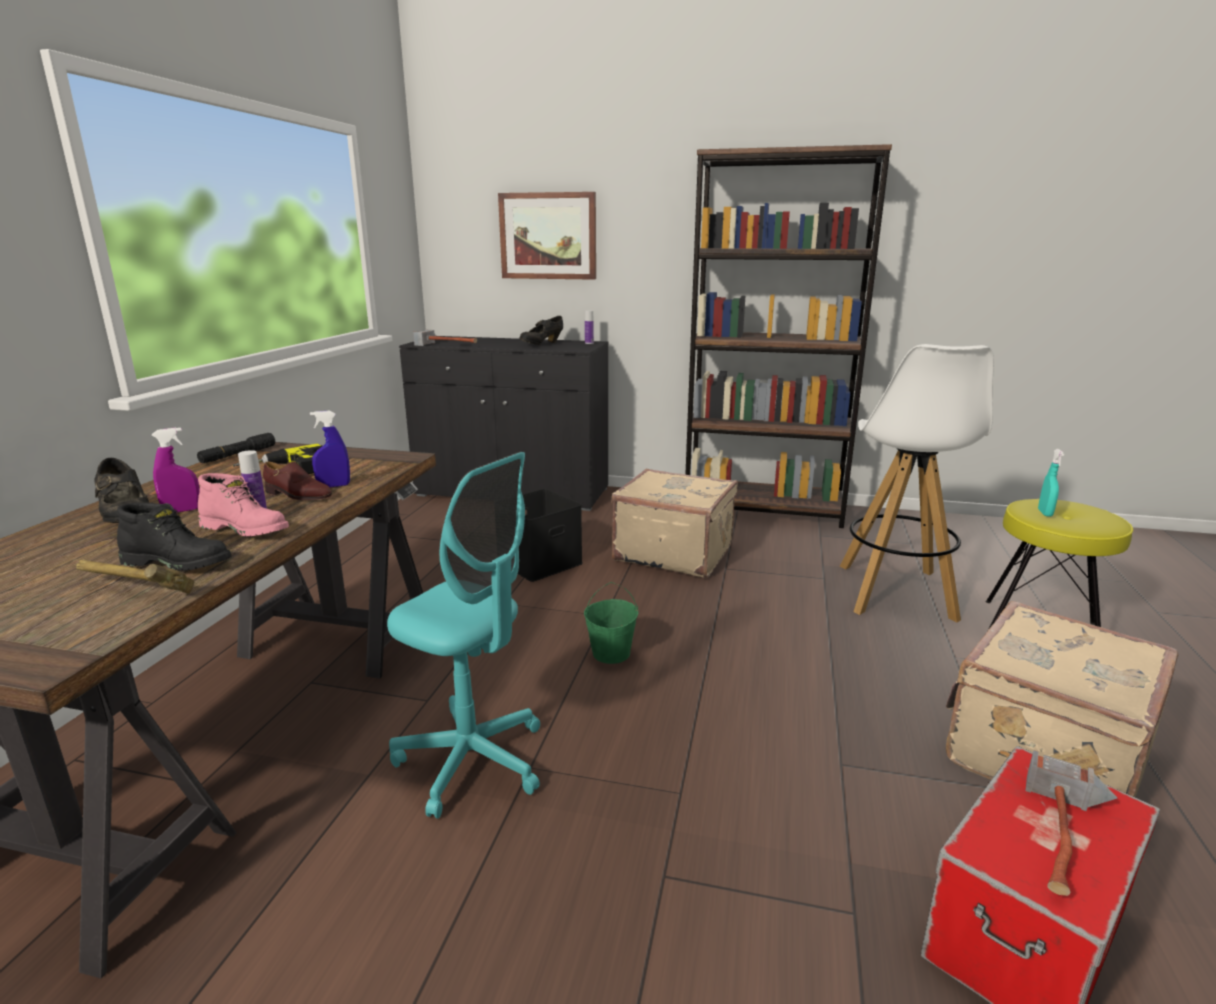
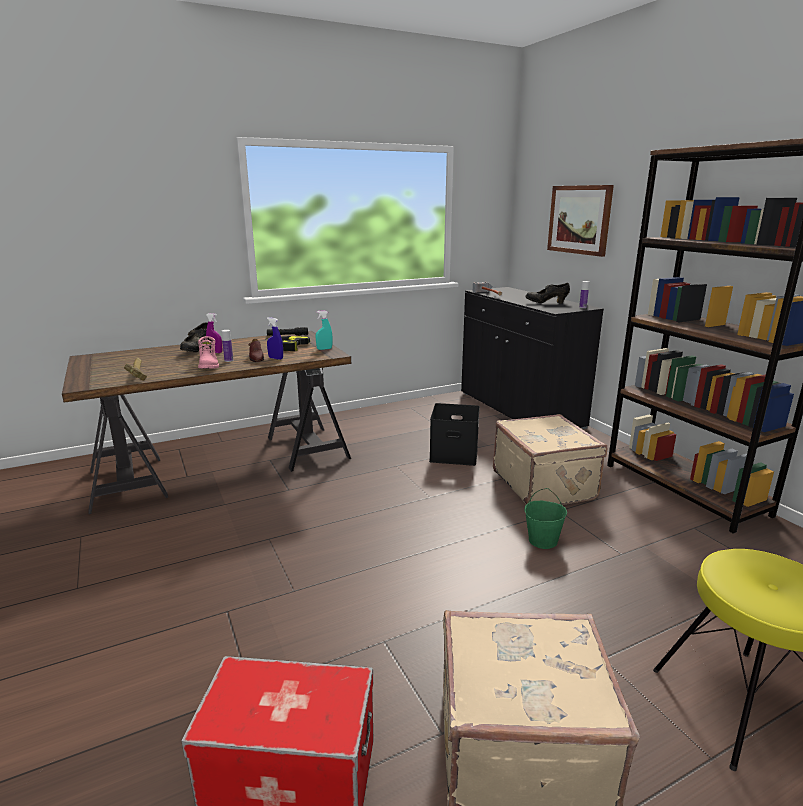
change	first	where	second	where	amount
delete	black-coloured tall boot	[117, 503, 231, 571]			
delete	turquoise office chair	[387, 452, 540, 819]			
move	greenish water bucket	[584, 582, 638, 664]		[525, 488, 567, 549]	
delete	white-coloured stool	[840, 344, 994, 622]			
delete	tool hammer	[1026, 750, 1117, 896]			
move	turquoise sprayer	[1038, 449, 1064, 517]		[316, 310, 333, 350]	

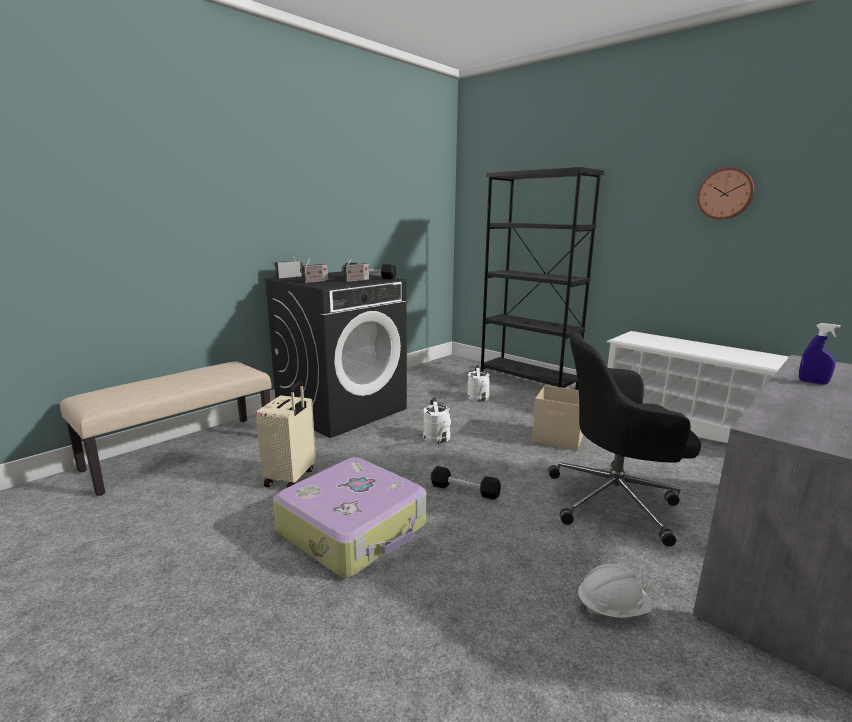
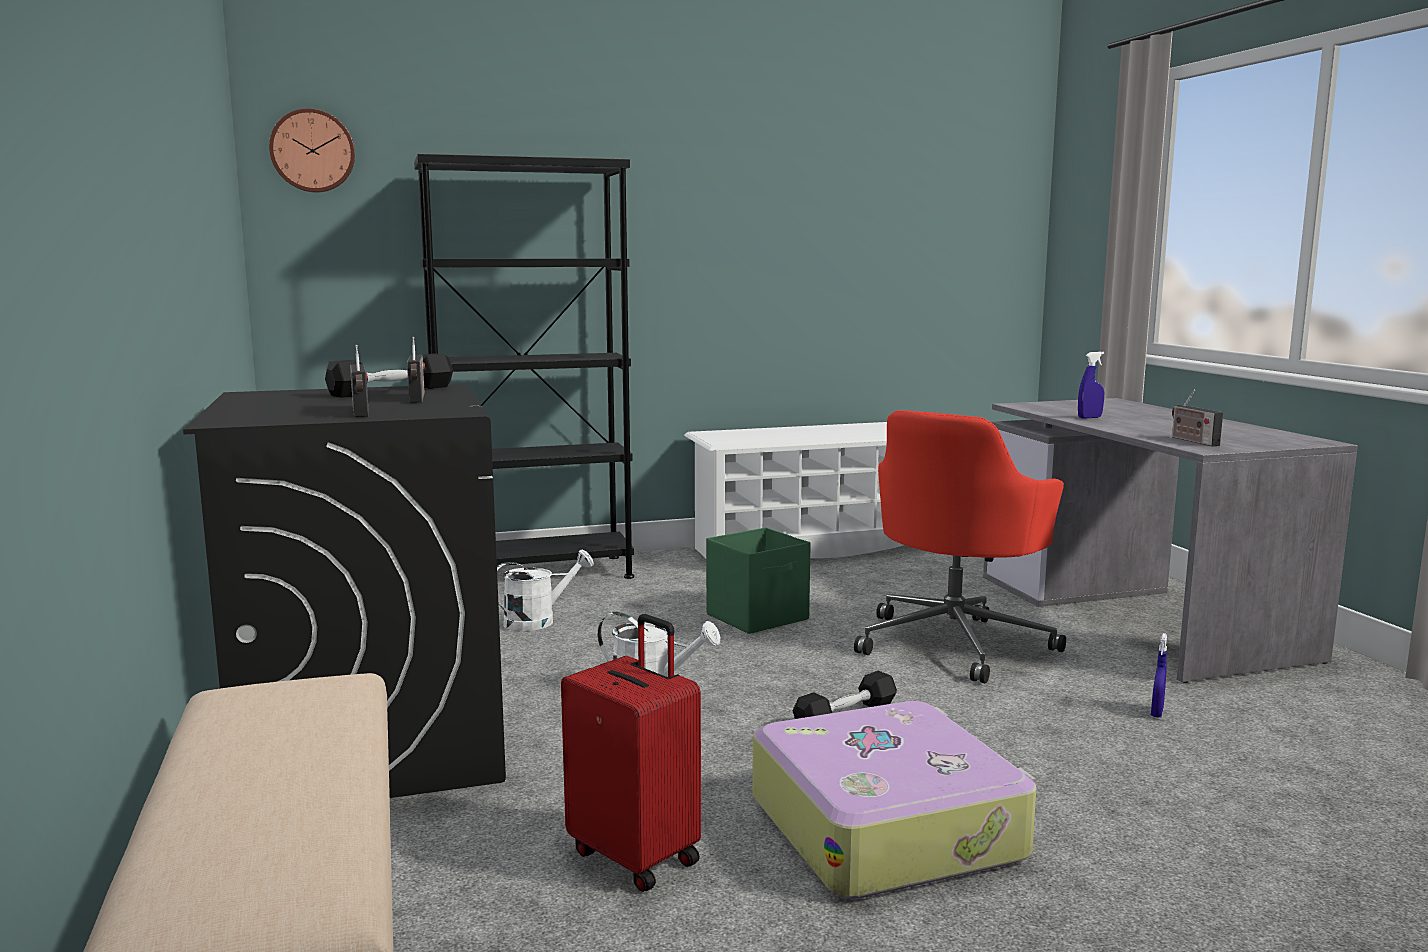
change	first	where	second	where	amount
recolor	beige suitcase	[256, 381, 316, 488]	reddish suitcase	[561, 614, 701, 892]	
move	radio receiver	[275, 253, 302, 279]		[1172, 390, 1223, 446]	
rotate	white-coloured sprinkling can	[467, 365, 490, 402]		[497, 550, 594, 631]	60 degrees counterclockwise
recolor	beige storage box	[532, 385, 584, 451]	greenish storage box	[706, 527, 811, 634]	
recolor	black-coloured office chair	[548, 331, 701, 547]	reddish office chair	[854, 410, 1066, 684]	
replace	white-coloured safety helmet	[577, 564, 652, 618]	blue sprayer	[1151, 633, 1167, 718]	
move	clock on the wall	[697, 167, 755, 220]		[269, 108, 355, 193]	

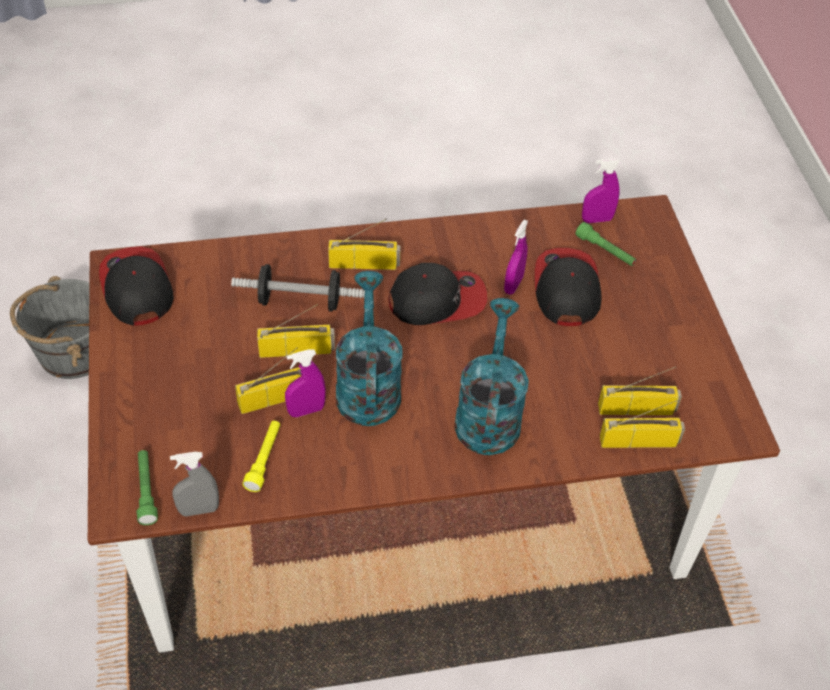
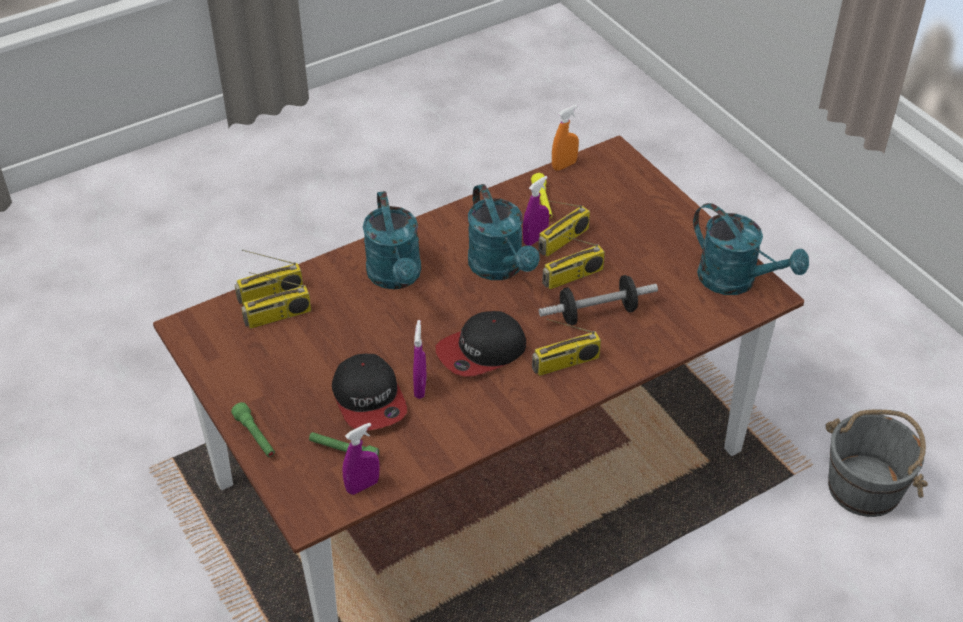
change	first	where	second	where	amount
replace	cap	[99, 246, 174, 326]	turquoise sprinkling can	[693, 203, 809, 295]	
move	greenish hand torch	[136, 450, 158, 525]		[231, 402, 275, 457]	
recolor	greyish sprayer	[170, 452, 219, 516]	orange-coloured sprayer	[552, 104, 579, 171]	

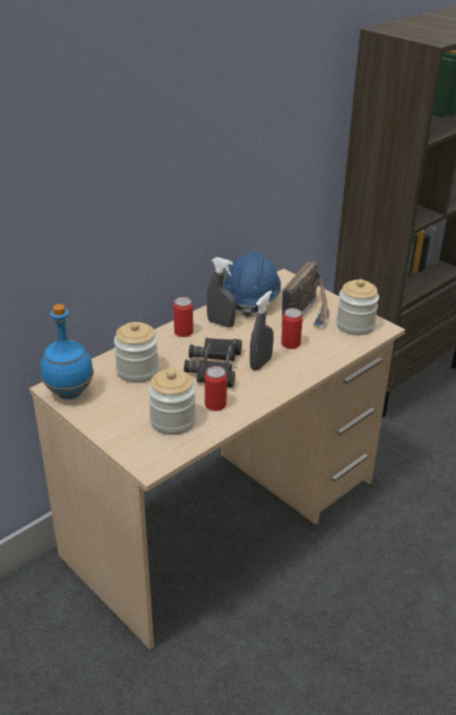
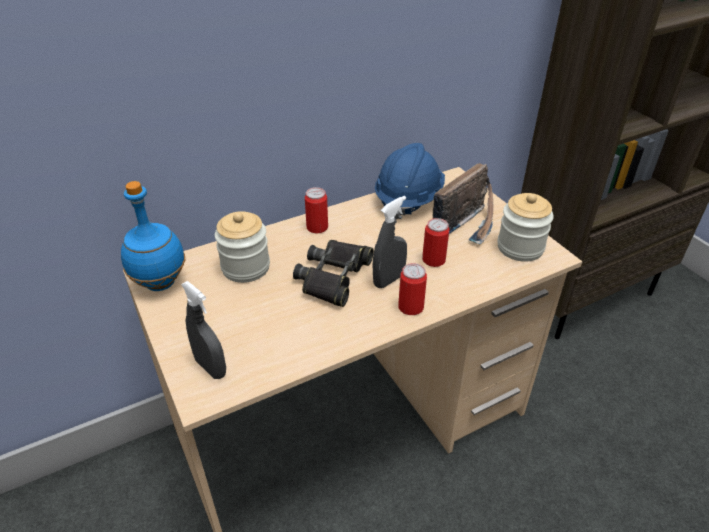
change	first	where	second	where	amount
delete	jar	[148, 369, 196, 435]			
move	sealed can	[205, 366, 227, 411]		[398, 263, 427, 315]	
move	greyish sprayer	[206, 257, 236, 327]		[181, 281, 226, 379]	

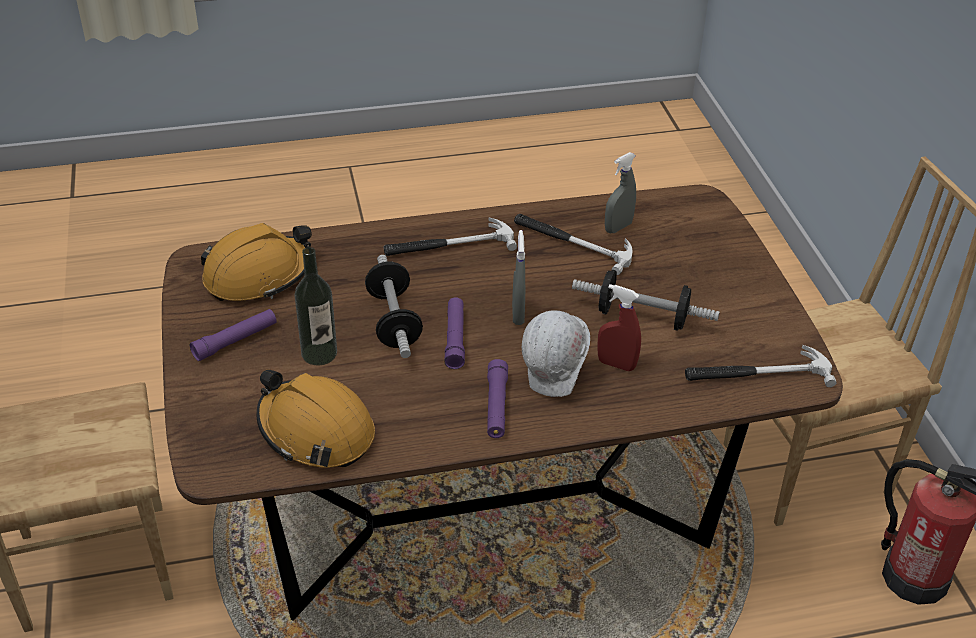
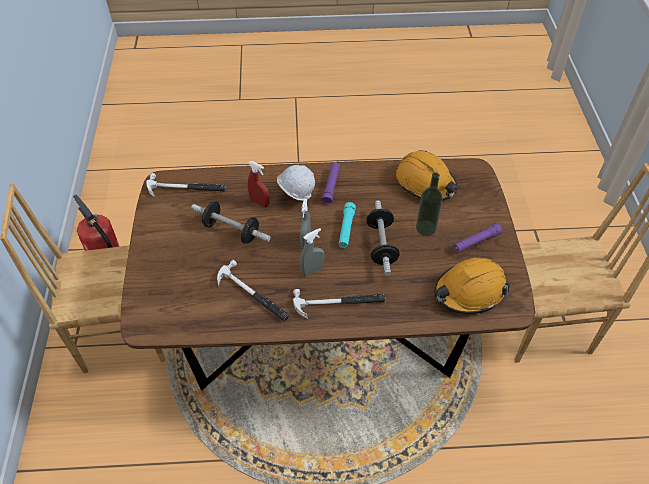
change	first	where	second	where	amount
recolor	purple-coloured hand torch	[444, 297, 465, 369]	turquoise hand torch	[339, 202, 356, 248]	
move	greyish sprayer	[605, 152, 636, 233]		[300, 228, 324, 276]	

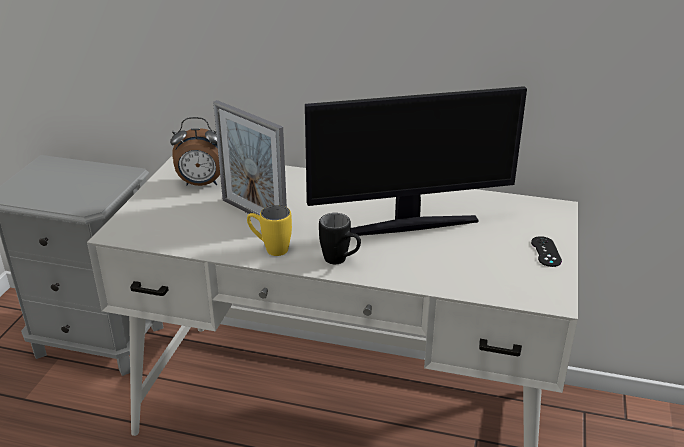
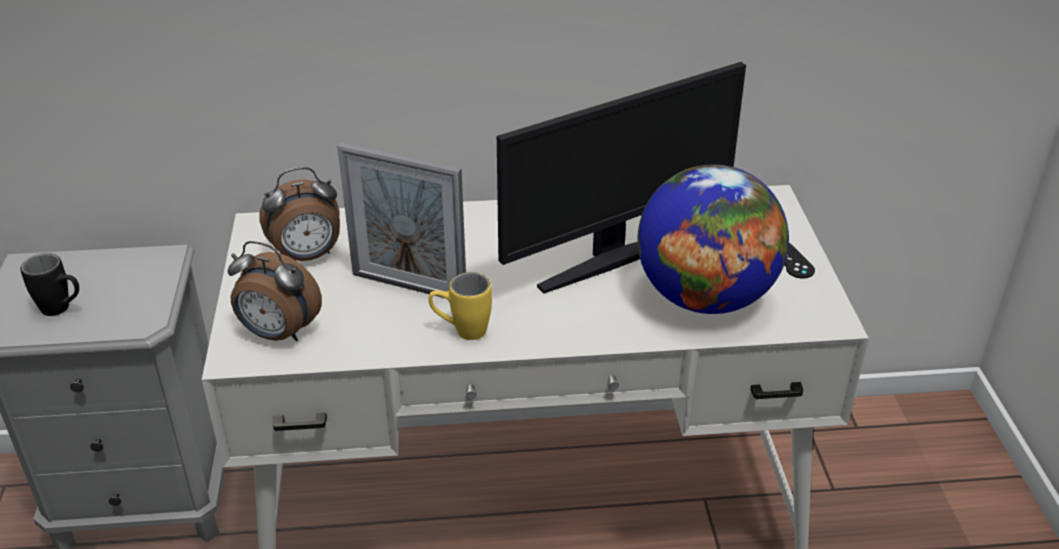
change	first	where	second	where	amount
move	black-coloured tea mug	[319, 213, 361, 264]		[21, 253, 79, 316]	
insert			bedside clock	[228, 241, 322, 341]	
insert			globe	[637, 164, 789, 314]	

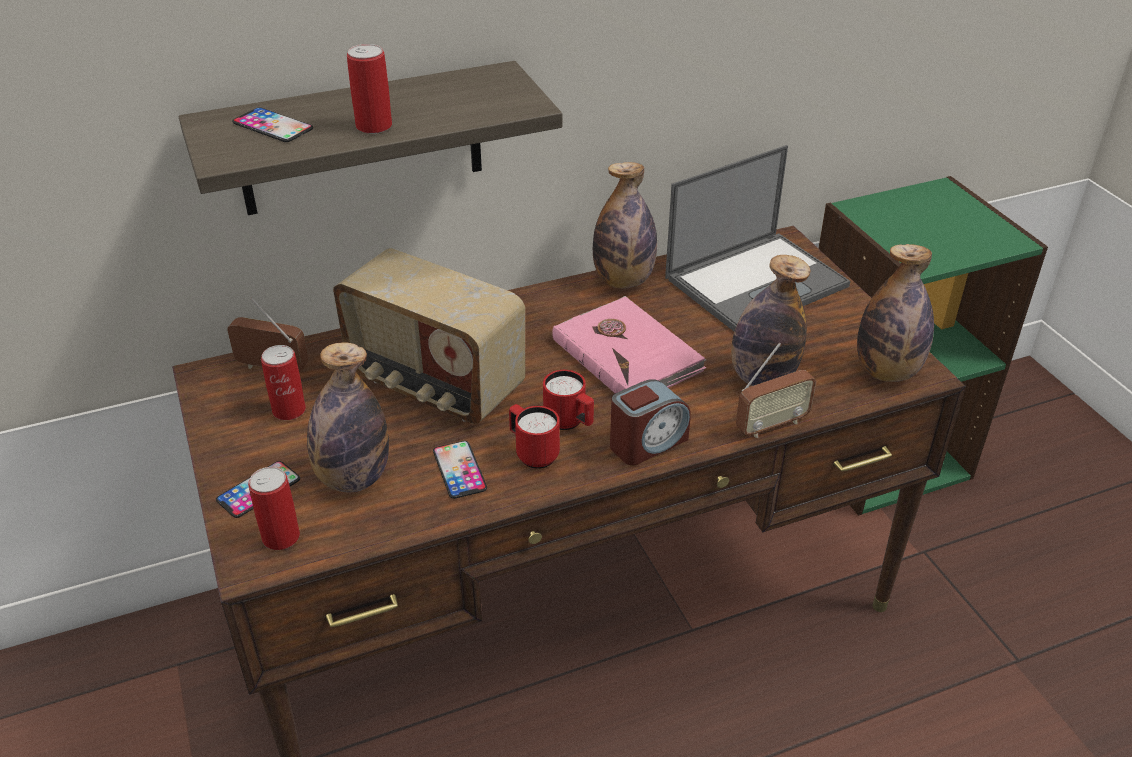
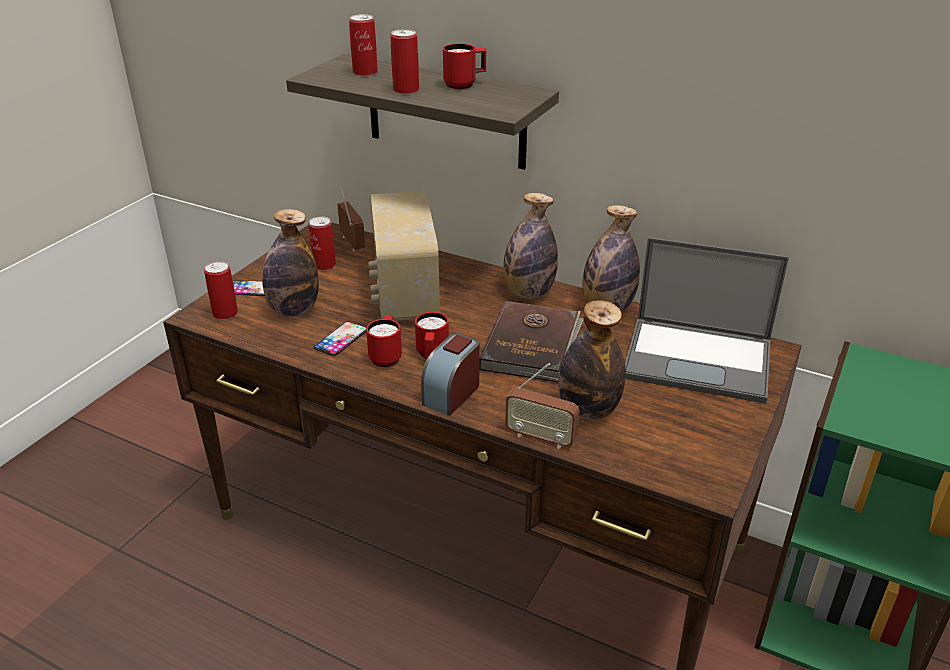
change	first	where	second	where	amount
replace	telephone	[232, 107, 313, 142]	sealed can	[349, 14, 378, 76]	
recolor	pinkish book	[552, 296, 706, 394]	brown book	[479, 301, 584, 382]	
rotate	bedside clock	[610, 379, 691, 465]		[421, 333, 479, 416]	105 degrees clockwise
move	bottle	[857, 244, 934, 382]		[503, 193, 558, 299]	
insert			reddish tea mug	[443, 43, 486, 89]	

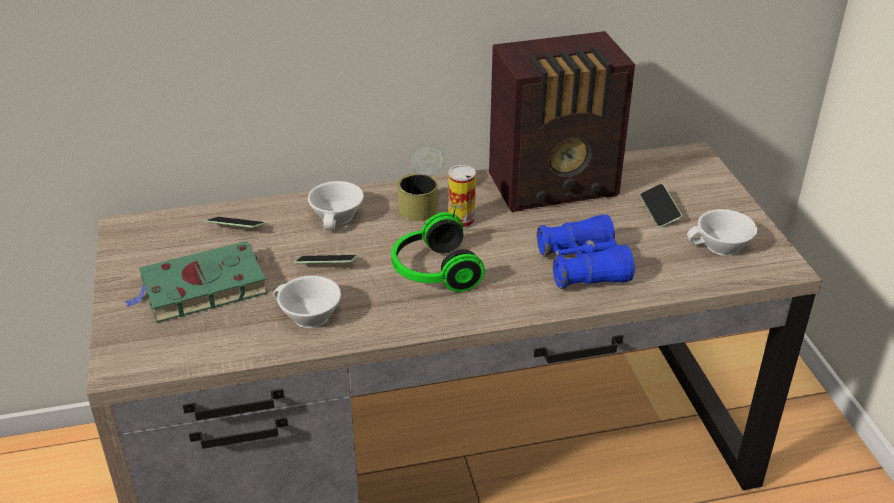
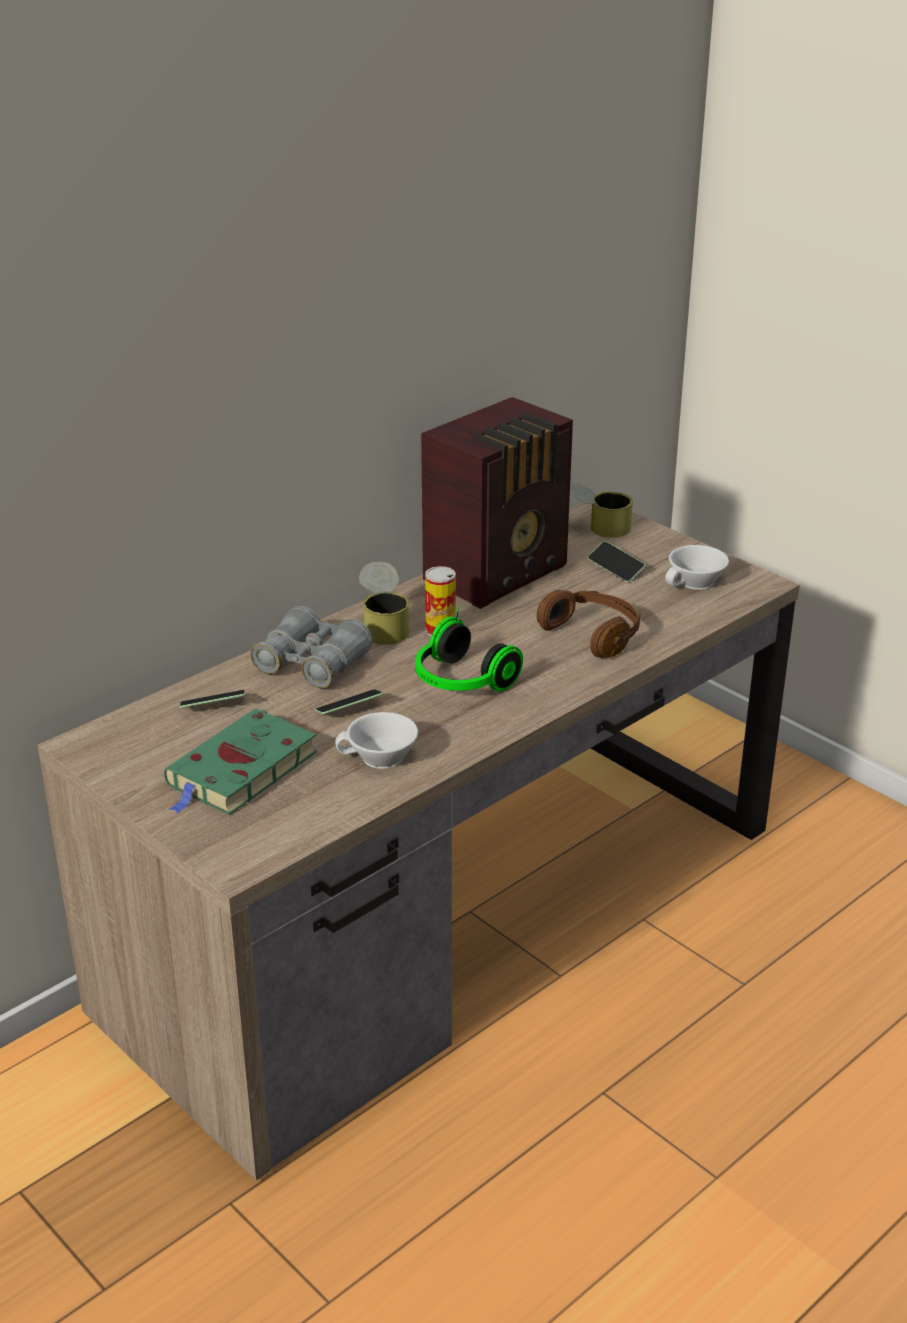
change	first	where	second	where	amount
replace	white-coloured drinking cup	[308, 181, 364, 230]	greyish field glasses	[250, 606, 373, 688]	
replace	blue field glasses	[537, 214, 635, 289]	brown headphones	[537, 590, 641, 658]	
insert			sealed can	[570, 482, 633, 538]	

